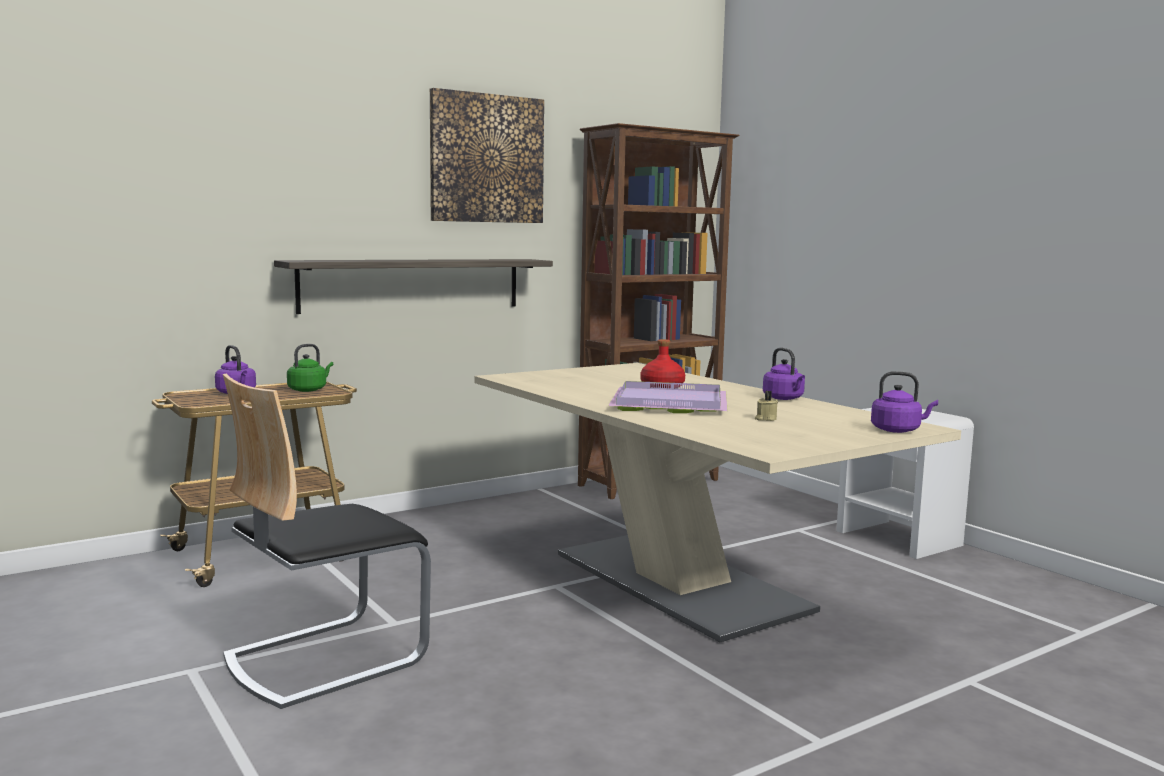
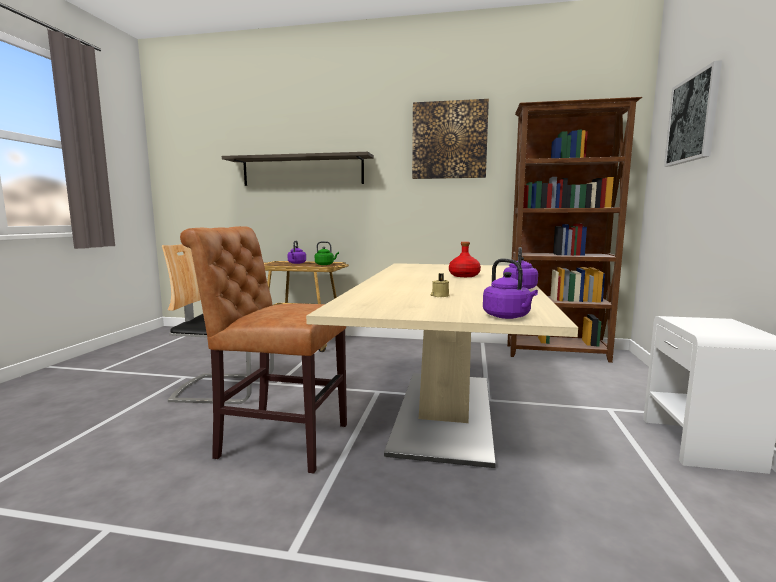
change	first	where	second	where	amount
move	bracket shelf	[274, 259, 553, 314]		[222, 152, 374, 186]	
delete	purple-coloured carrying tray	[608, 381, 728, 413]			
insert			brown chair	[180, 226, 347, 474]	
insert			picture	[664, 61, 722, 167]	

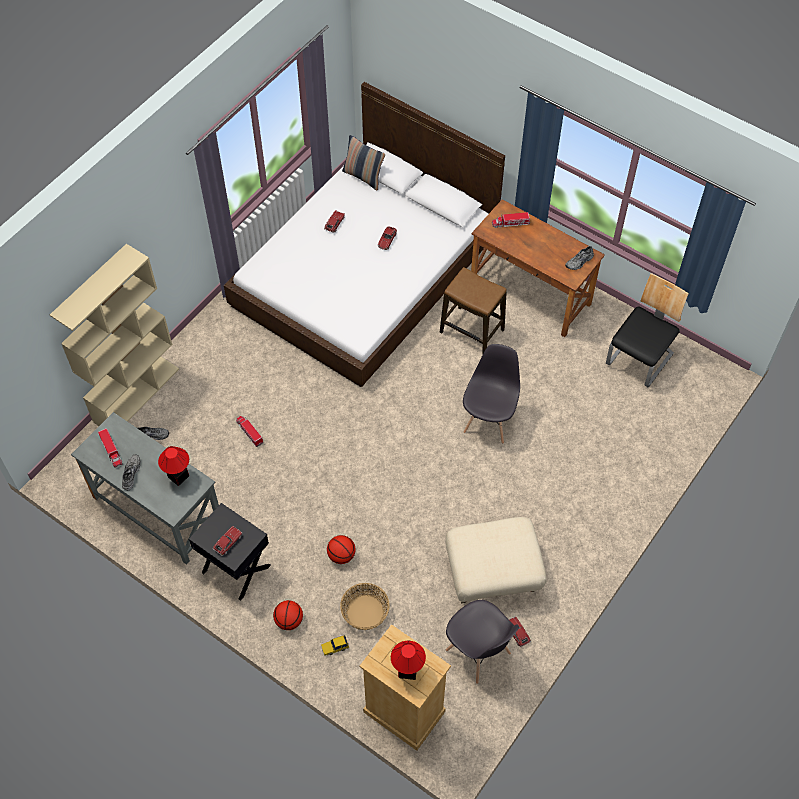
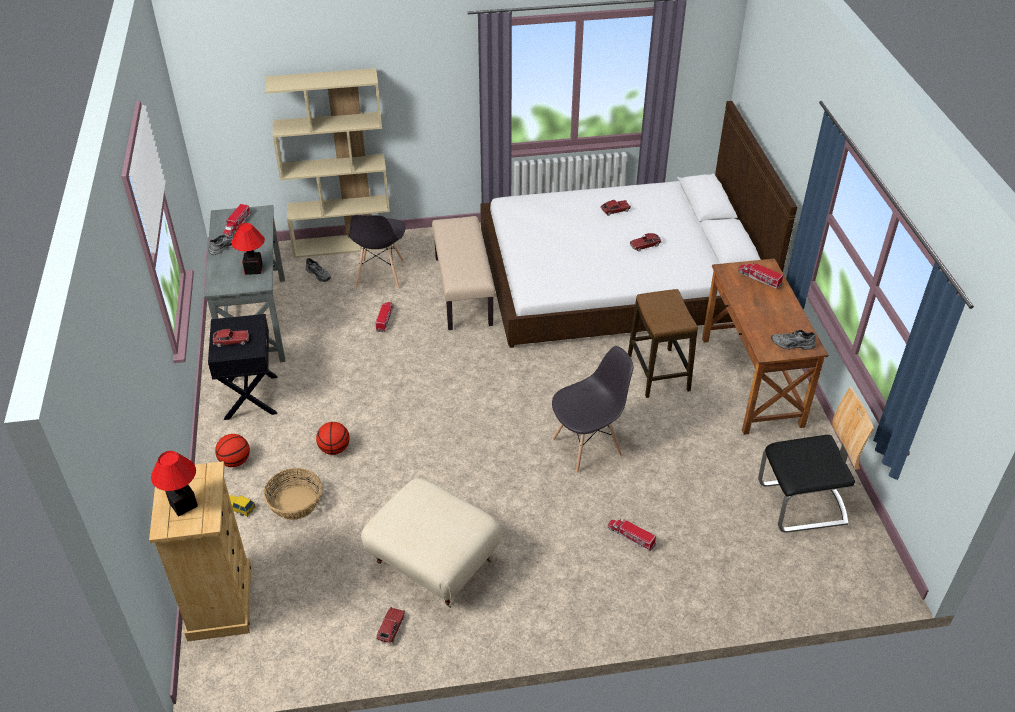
change	first	where	second	where	amount
delete	pillow	[342, 135, 385, 191]			
move	greyish chair	[446, 600, 519, 684]		[348, 215, 405, 289]	
insert			beige long seat	[432, 216, 495, 330]	
insert			model truck	[608, 519, 656, 551]	

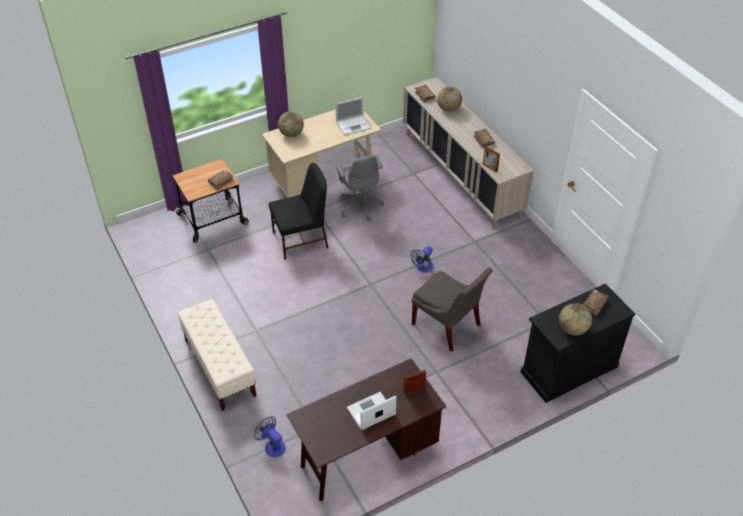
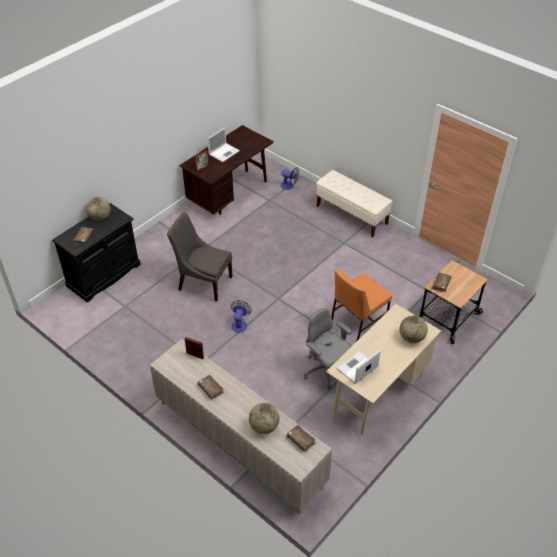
change	first	where	second	where	amount
recolor	black-coloured chair	[269, 163, 328, 260]	orange-coloured chair	[331, 269, 392, 342]	

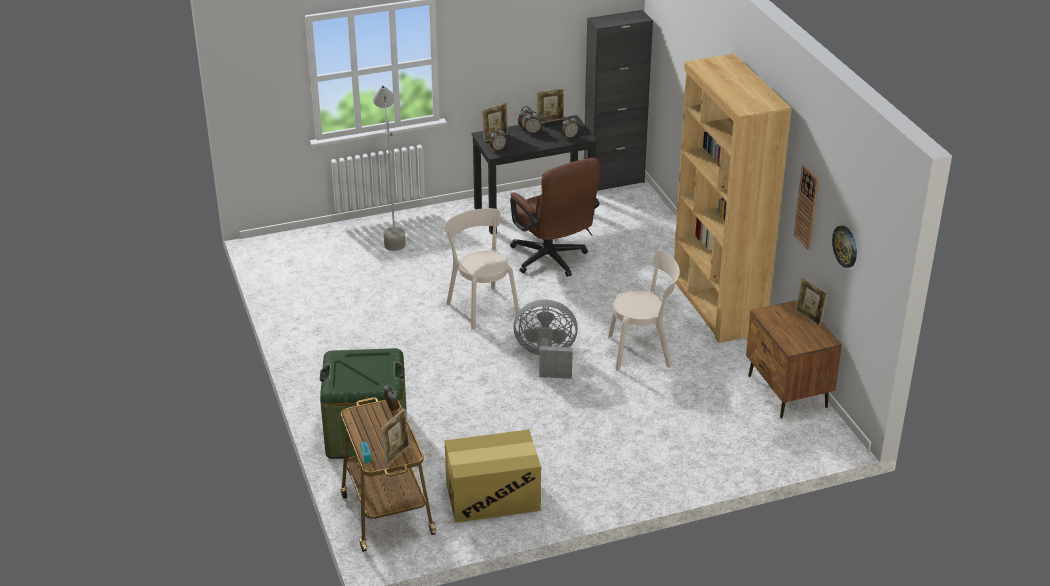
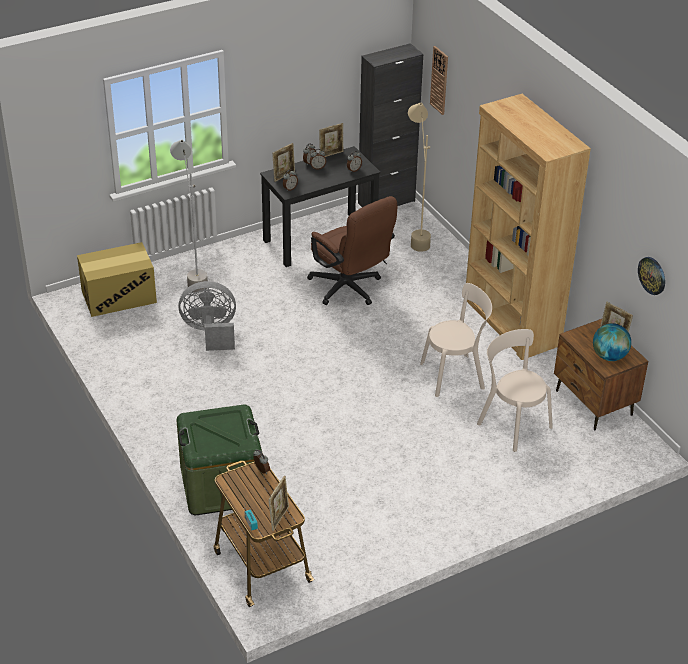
change	first	where	second	where	amount
move	beige chair	[444, 208, 519, 330]		[477, 329, 553, 452]	
move	carton	[445, 429, 541, 523]		[77, 242, 157, 317]	
move	greyish cooling fan	[513, 300, 578, 379]		[178, 281, 236, 351]	
move	clock on the wall	[794, 165, 819, 250]		[430, 46, 448, 115]	
insert			beige standard lamp	[408, 102, 431, 252]	
insert			globe	[593, 323, 631, 361]	

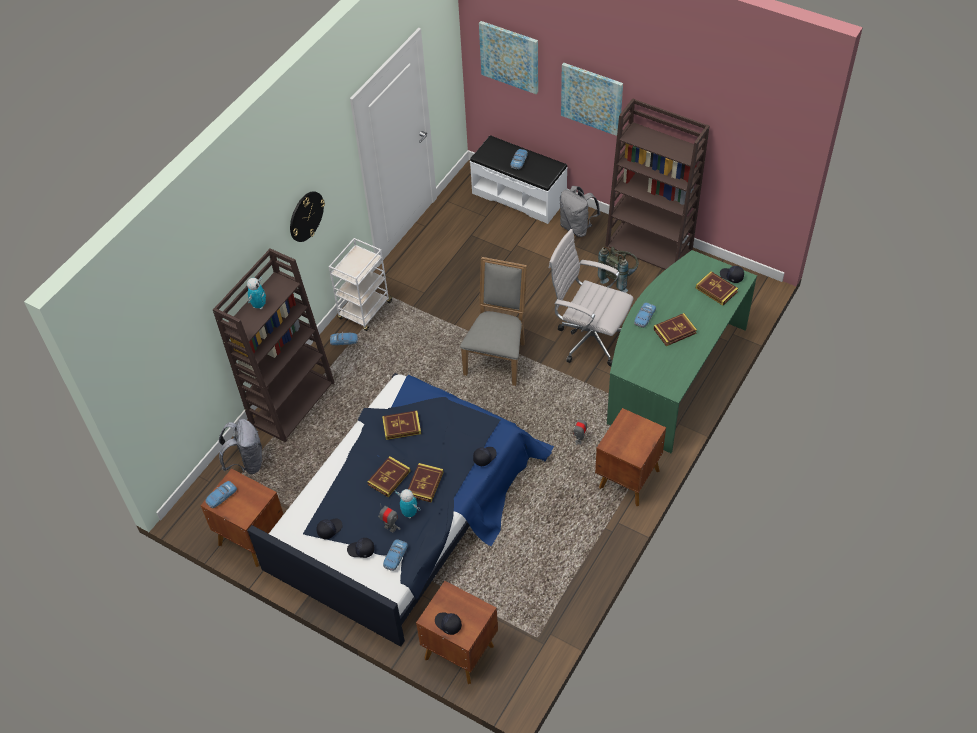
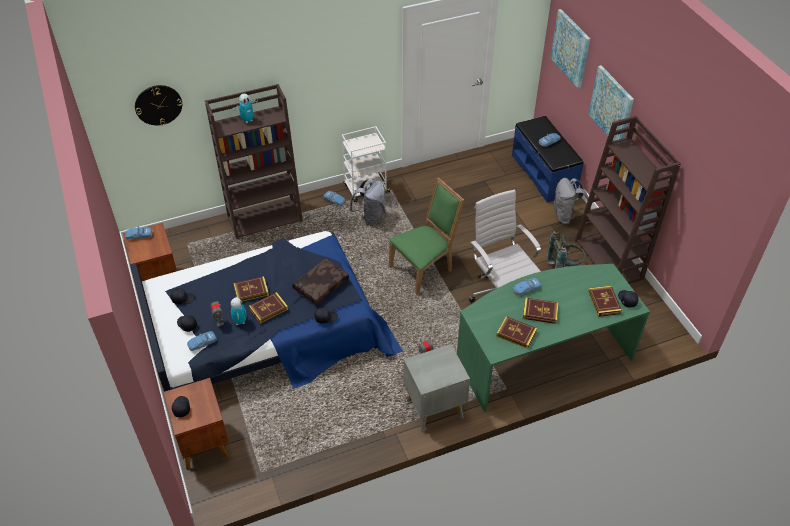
change	first	where	second	where	amount
move	greyish knapsack	[219, 419, 263, 474]		[349, 179, 386, 226]	
move	clock on the wall	[290, 191, 325, 242]		[135, 85, 182, 125]	
move	book	[382, 410, 421, 440]		[496, 316, 537, 349]	
recolor	greyish chair	[460, 257, 527, 386]	greenish chair	[389, 177, 465, 295]	
recolor	white-coloured long seat	[470, 135, 568, 224]	blue long seat	[512, 116, 584, 203]	
recolor	brown night table	[595, 408, 666, 506]	greyish night table	[403, 344, 470, 433]	
insert			brown pillow	[292, 259, 349, 305]	

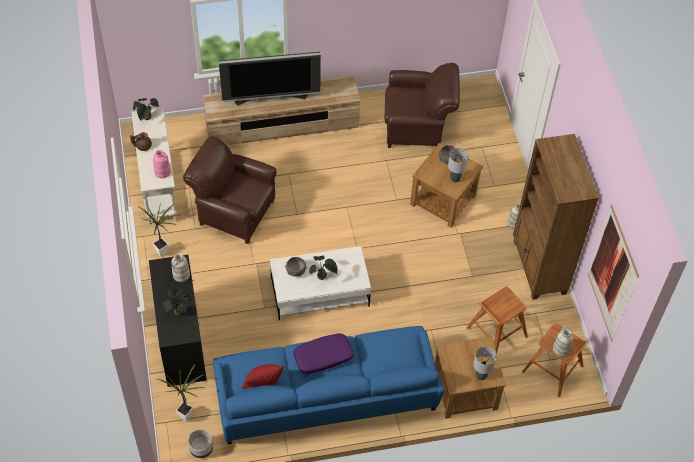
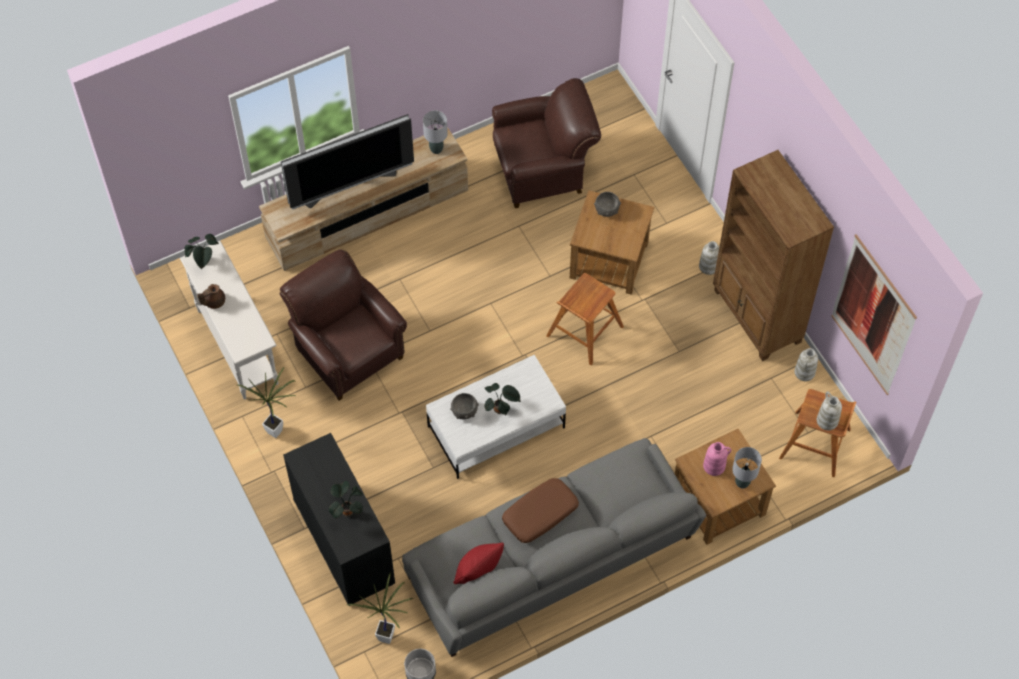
change	first	where	second	where	amount
move	pinkish vase	[153, 150, 171, 178]		[703, 442, 731, 476]	
move	white-coloured vase	[171, 253, 190, 282]		[794, 348, 818, 381]	
rotate	brown easy chair	[183, 136, 277, 244]		[279, 250, 407, 401]	45 degrees clockwise
recolor	blue settee	[213, 326, 445, 445]	greyish settee	[402, 438, 706, 657]	
recolor	purple-coloured pillow	[293, 333, 354, 374]	brown pillow	[502, 478, 579, 543]	
move	greyish lamp for a table	[448, 148, 468, 182]		[423, 110, 448, 154]	
move	brown stool	[466, 287, 528, 353]		[547, 273, 624, 365]	

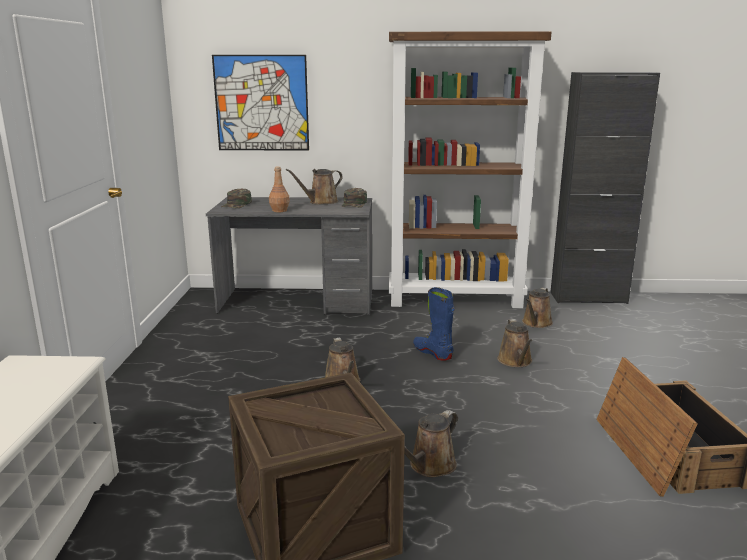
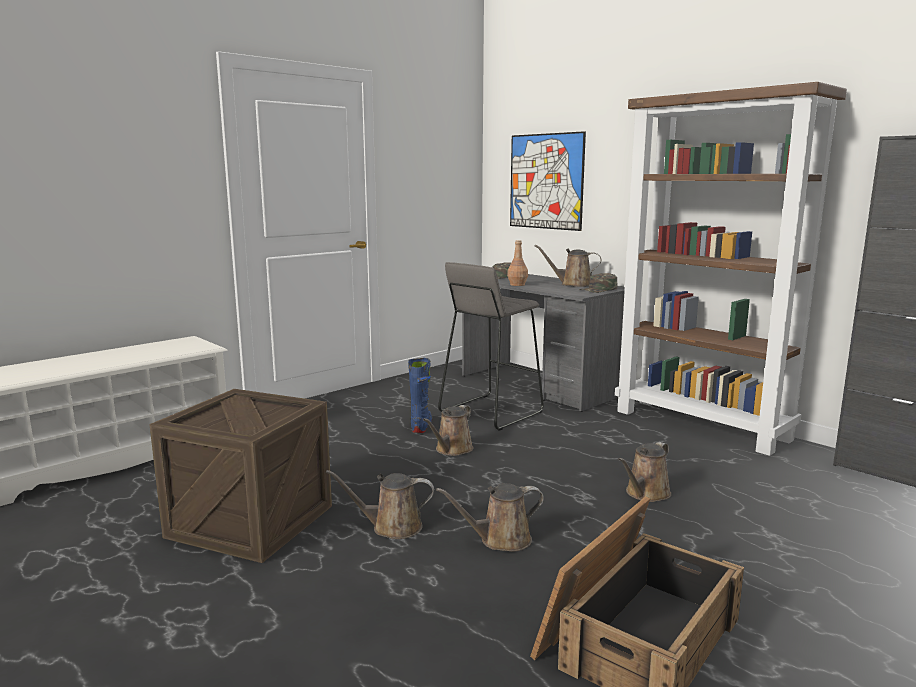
change	first	where	second	where	amount
move	blue tall boot	[413, 287, 455, 361]		[408, 358, 433, 433]	
move	brown sprinkling can	[522, 288, 553, 328]		[436, 483, 544, 552]	
insert			greyish stool	[438, 262, 544, 431]	

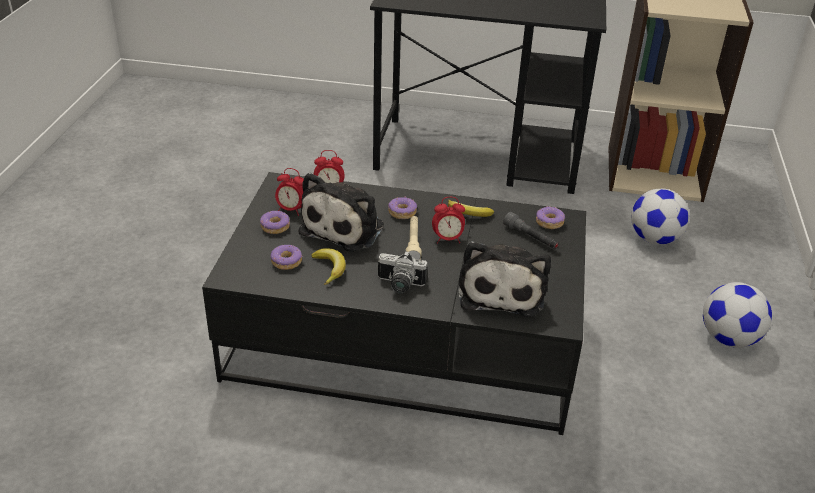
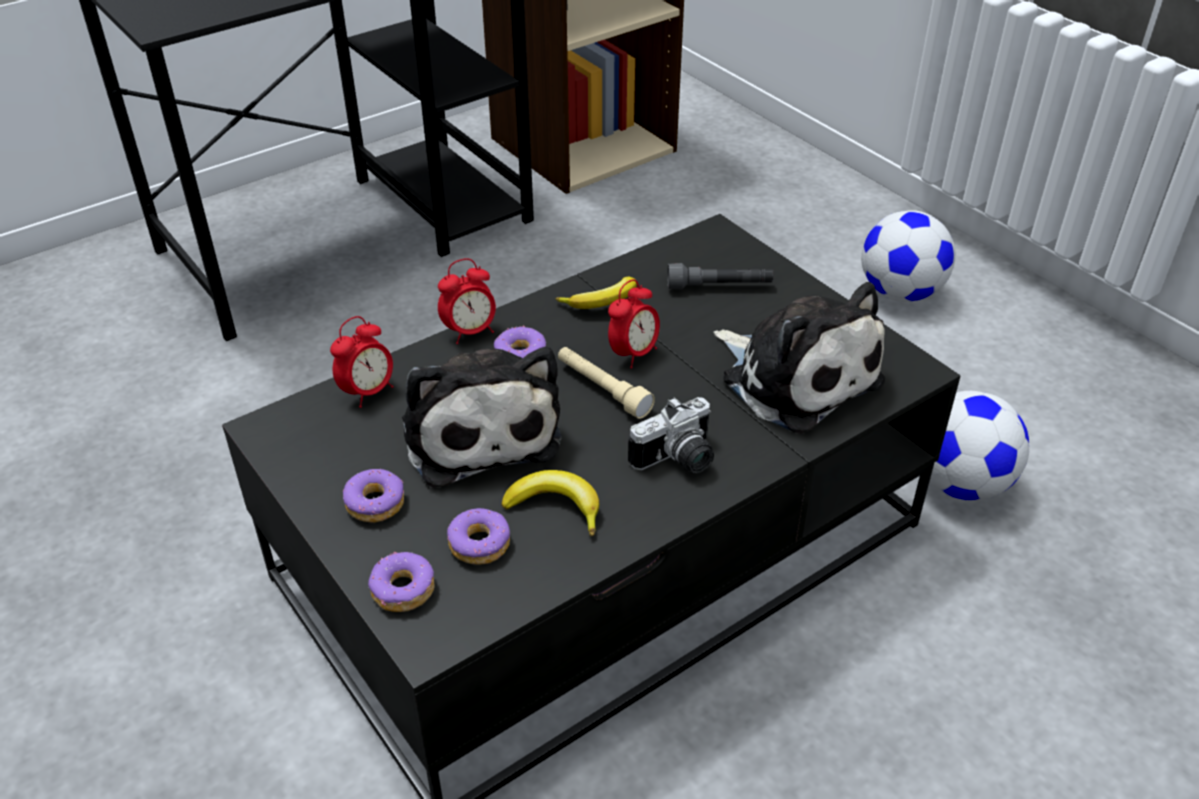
change	first	where	second	where	amount
move	bedside clock	[275, 168, 304, 216]		[438, 258, 496, 344]	
move	ring doughnut	[536, 206, 565, 229]		[368, 552, 434, 612]	
move	football ball	[631, 189, 690, 245]		[929, 391, 1029, 501]	

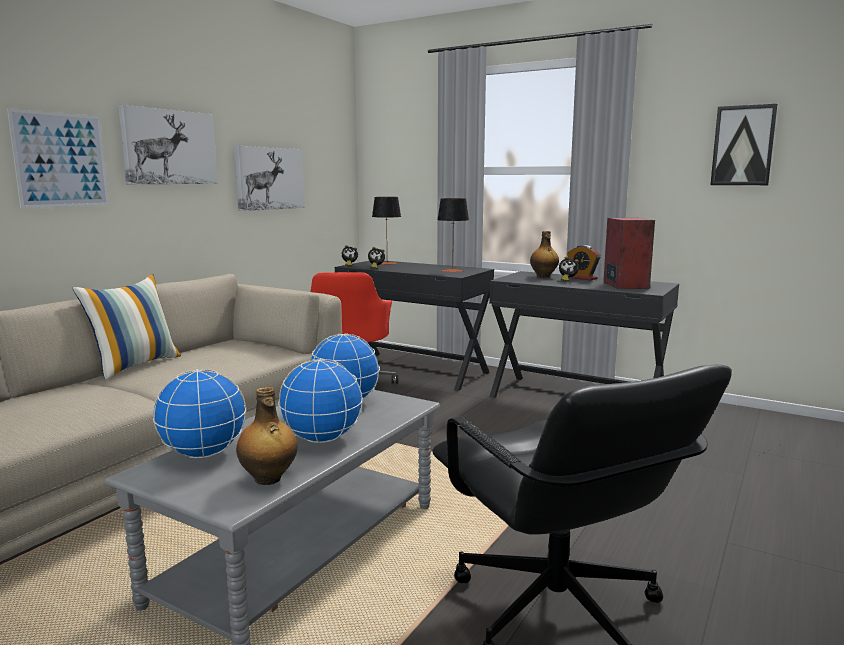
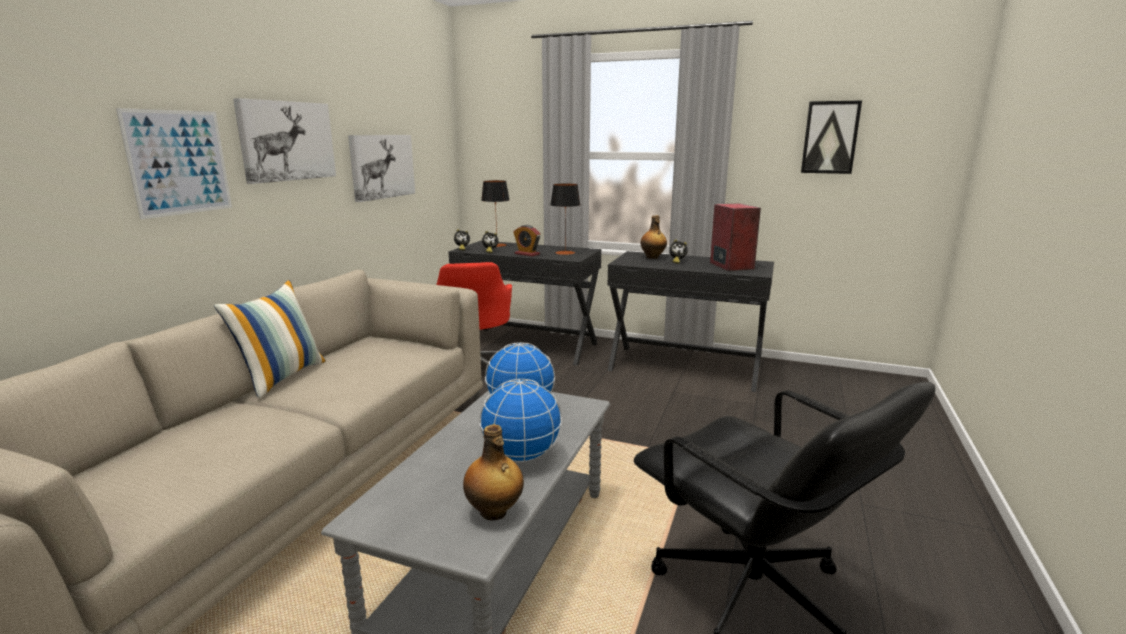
change	first	where	second	where	amount
delete	globe	[153, 369, 246, 458]			
move	bedside clock	[567, 245, 601, 280]		[513, 225, 541, 256]	

